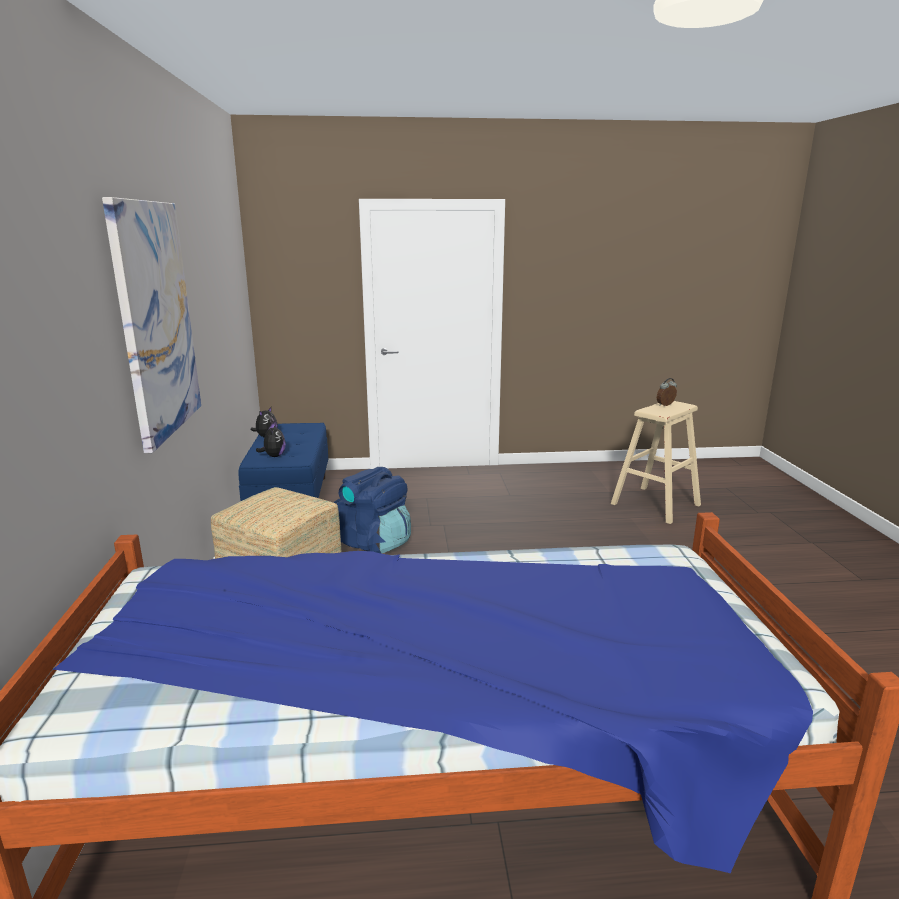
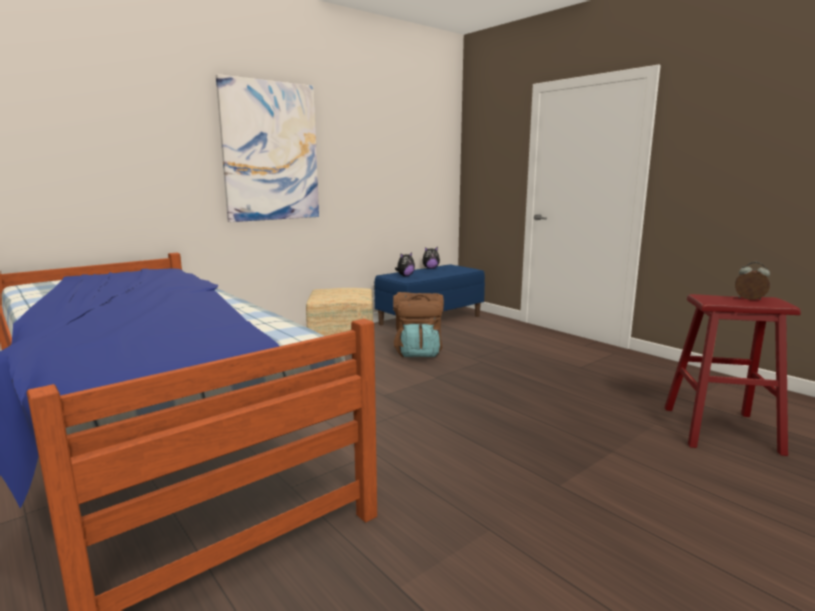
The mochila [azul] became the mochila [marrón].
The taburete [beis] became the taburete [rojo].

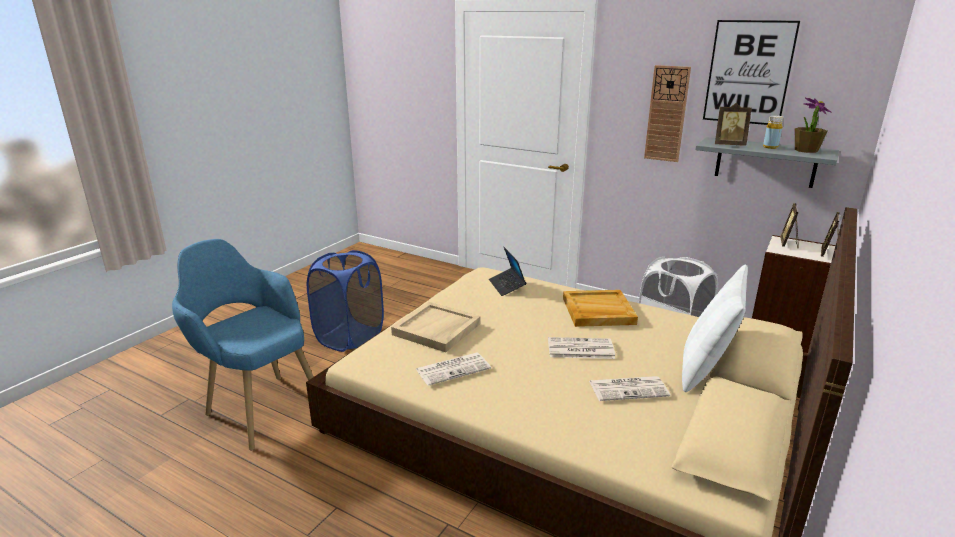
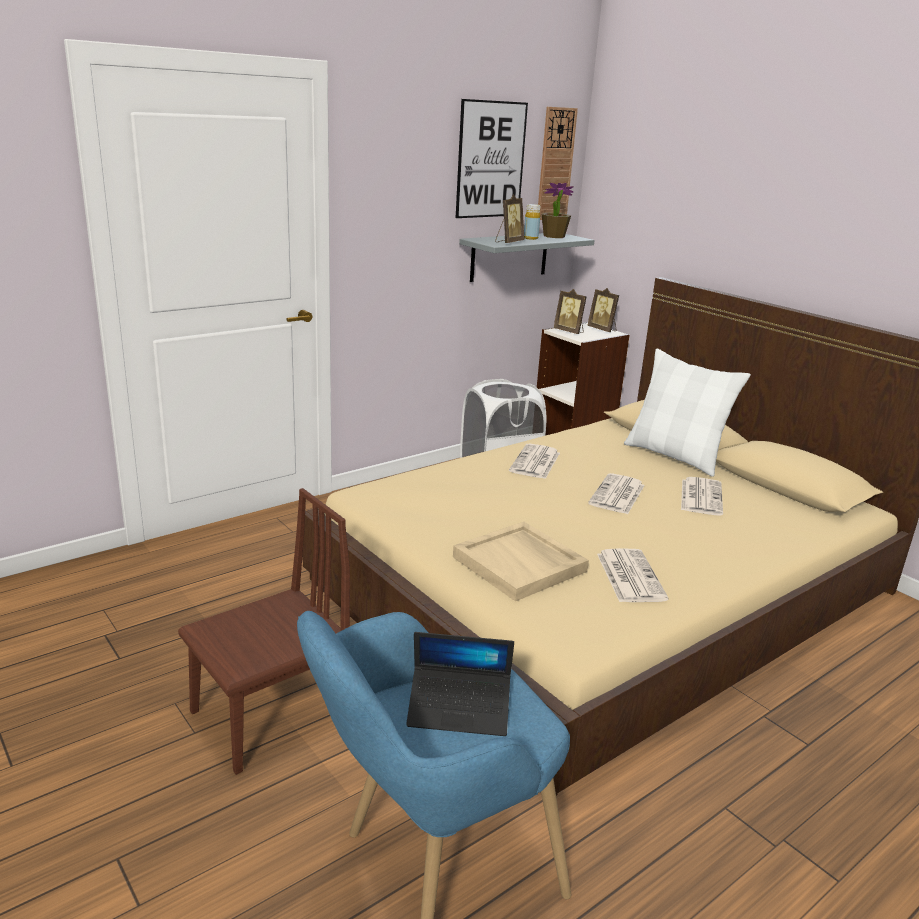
The portátil moved.
The reloj de pared moved.
The cesto de la ropa [azul] was replaced by the silla [marrón].
The bandeja [beis] (2nd from left) was replaced by the periódico (1st from left).

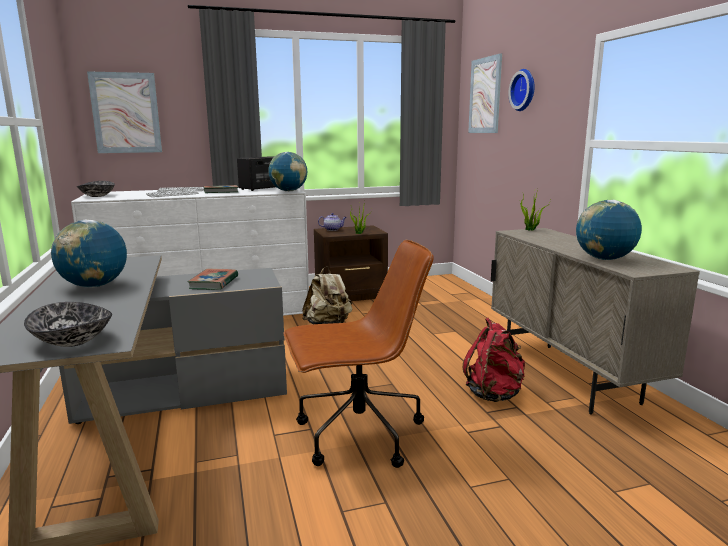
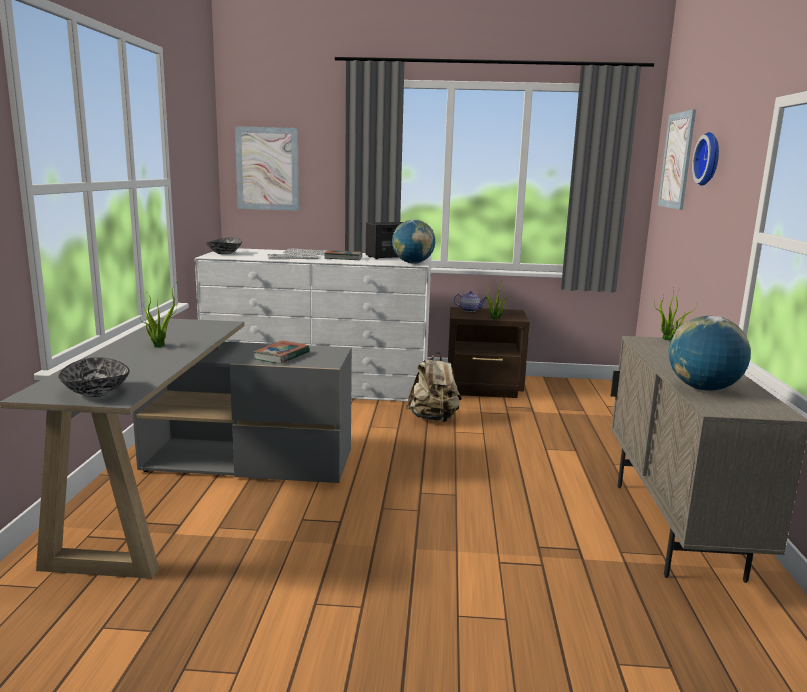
The silla de oficina [marrón] disappeared.
The mochila [rojo] disappeared.
The globo terráqueo (1st from left) was replaced by the planta en maceta (1st from left).

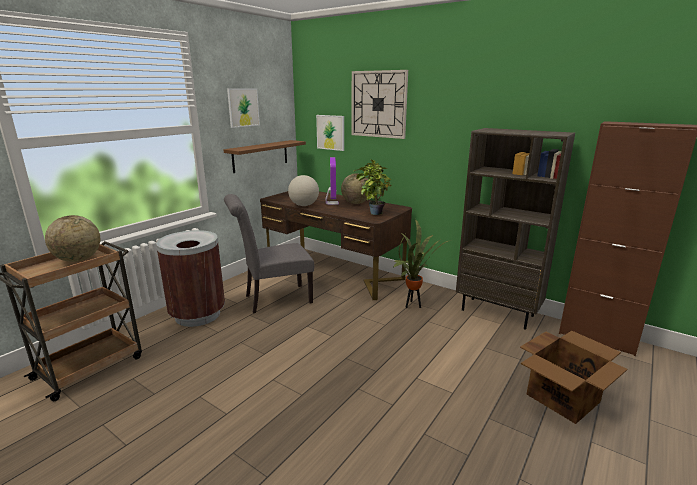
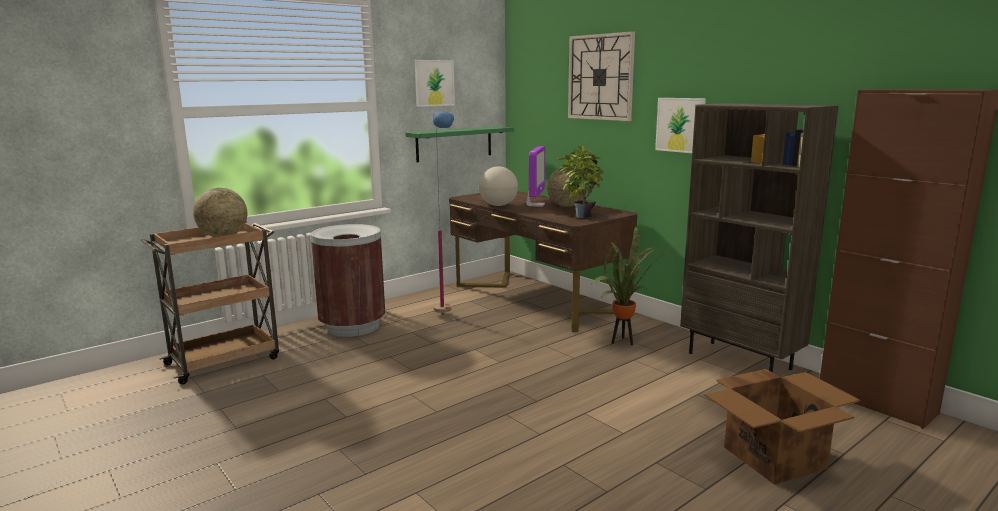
The cuadro (2nd from left) moved.
The silla [gris] was replaced by the lámpara de pie [azul].
The estante [marrón] became the estante [verde].

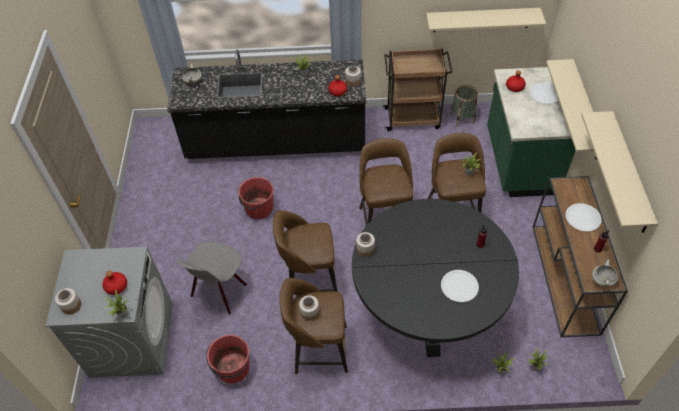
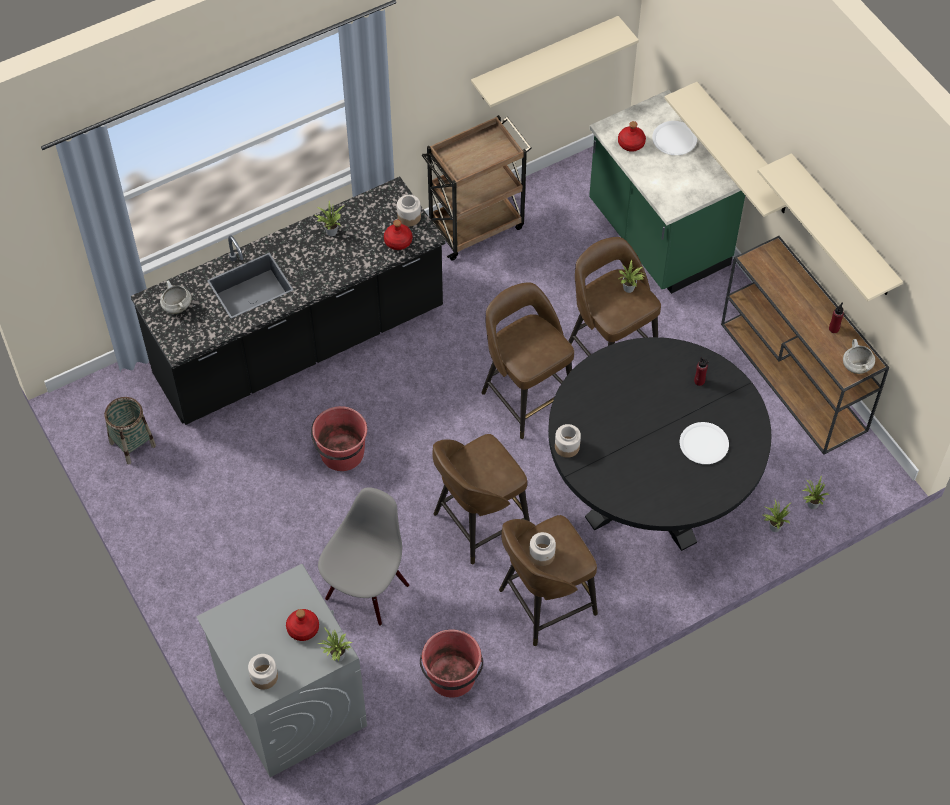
The plato [blanco] (3rd from left) disappeared.
The cesta moved.
The silla [gris] turned 150 degrees counterclockwise.

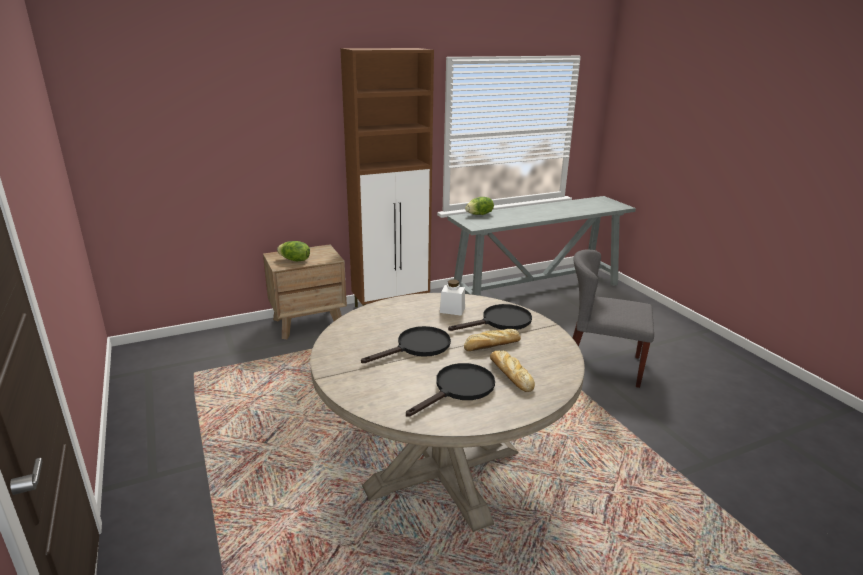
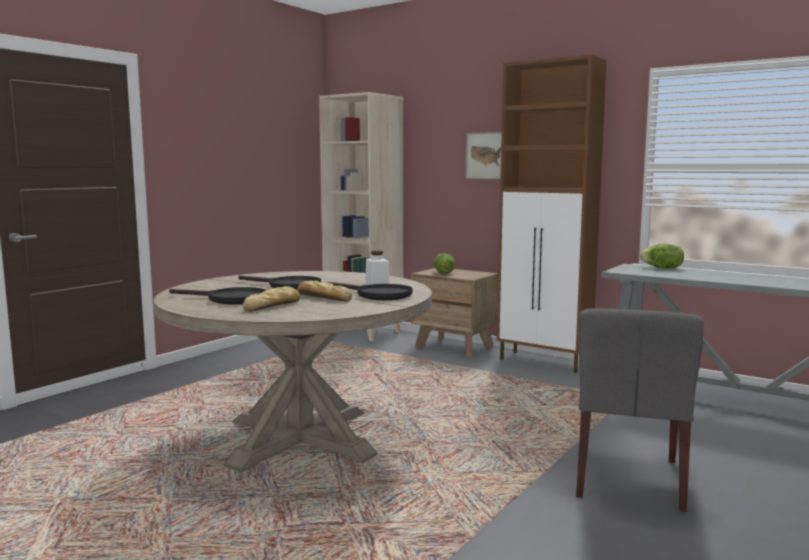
The estantería [beis] appeared.
The cuadro appeared.
The silla [gris] turned 150 degrees counterclockwise.

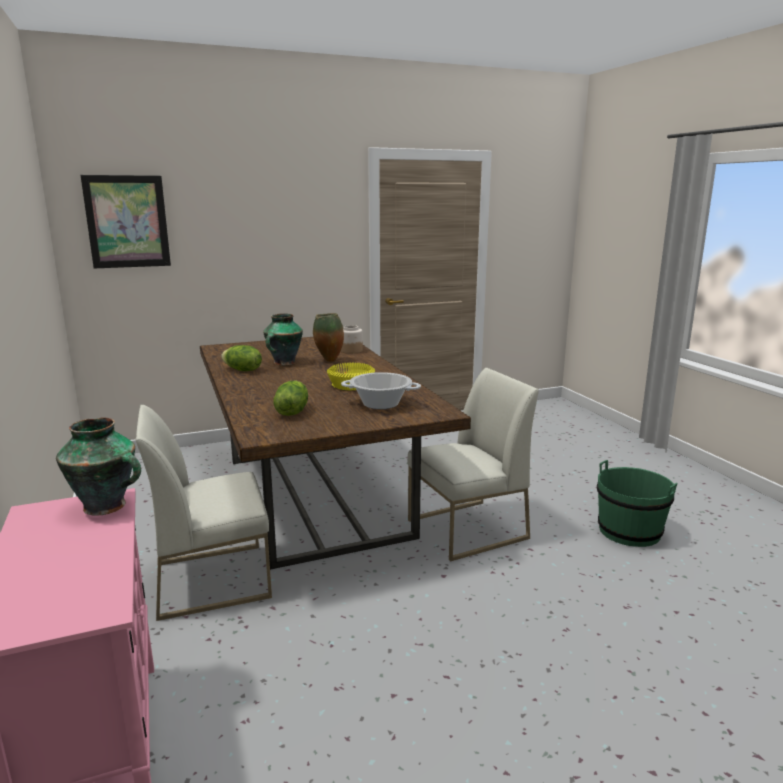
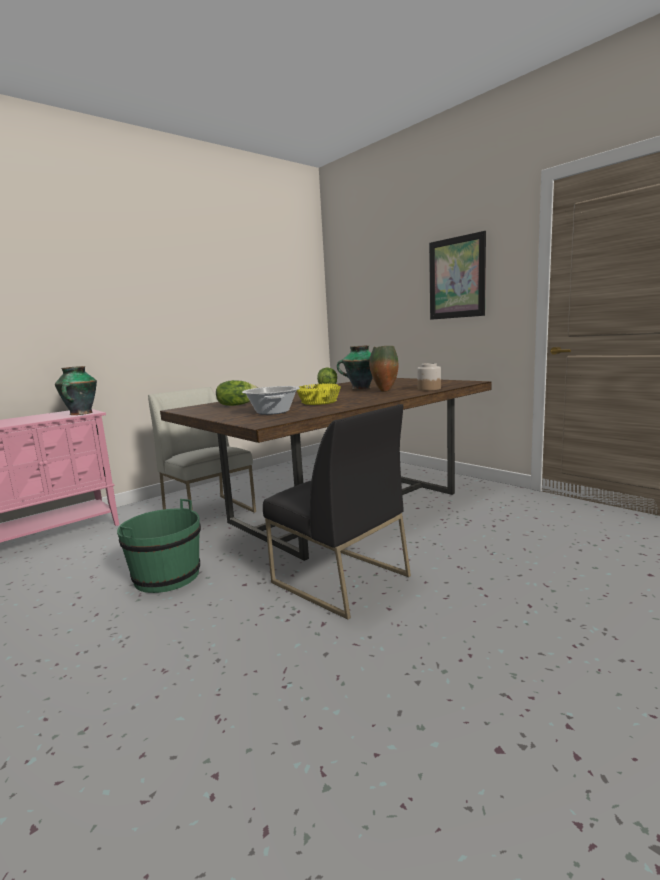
The cuadro moved.
The cubo [verde] moved.
The silla [blanco] (2nd from left) became the silla [negro].

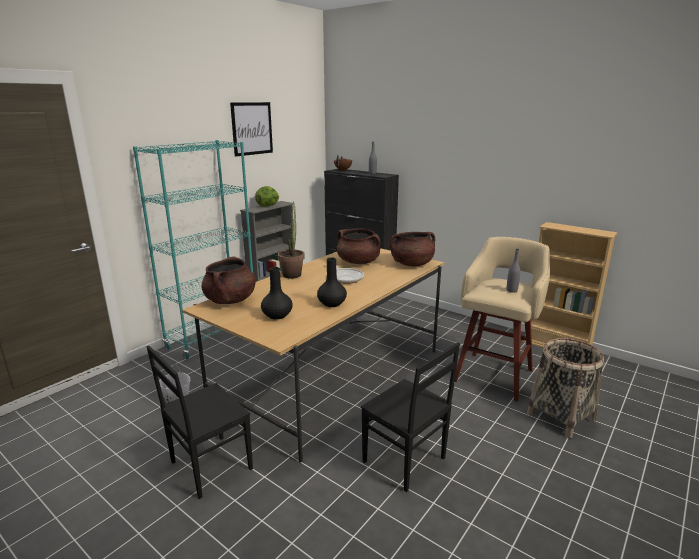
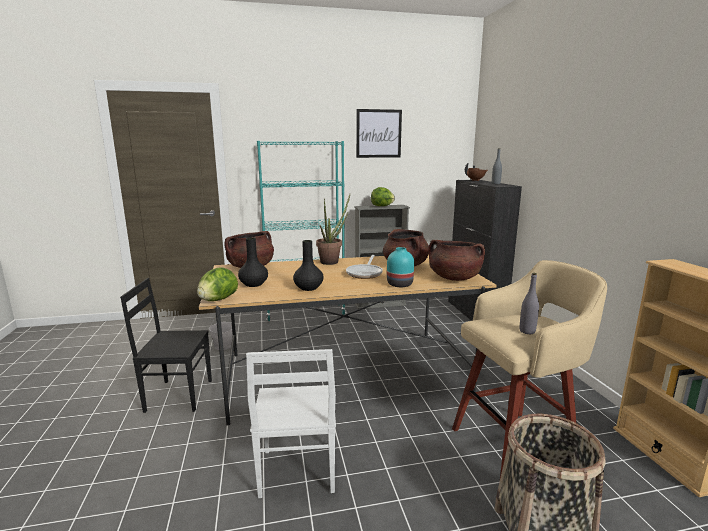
The lechuga (1st from left) appeared.
The florero [turquesa] appeared.
The silla [negro] (2nd from left) became the silla [blanco].

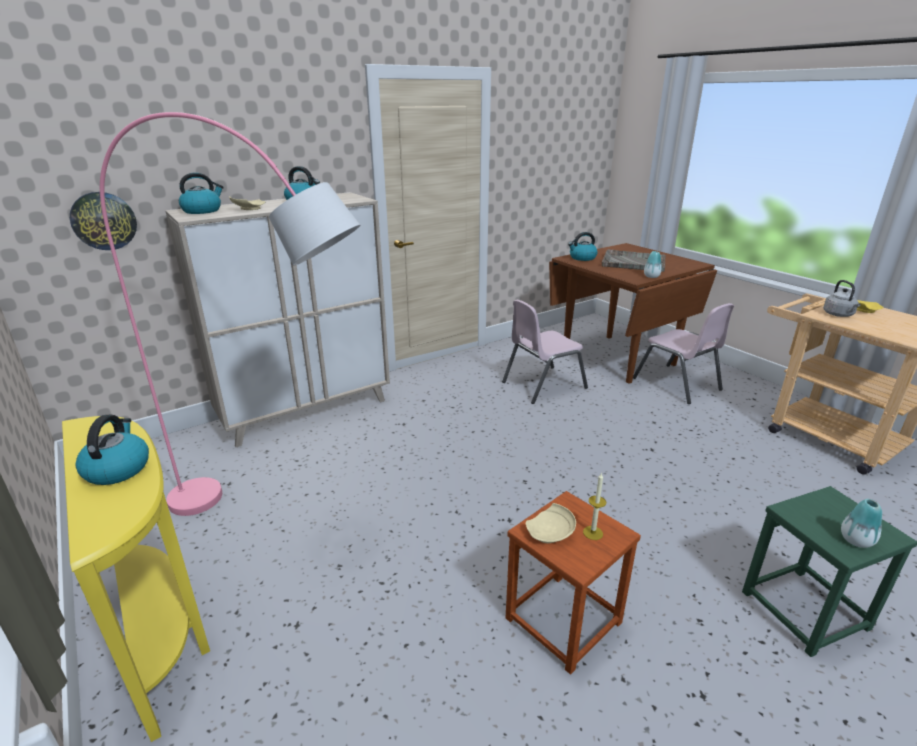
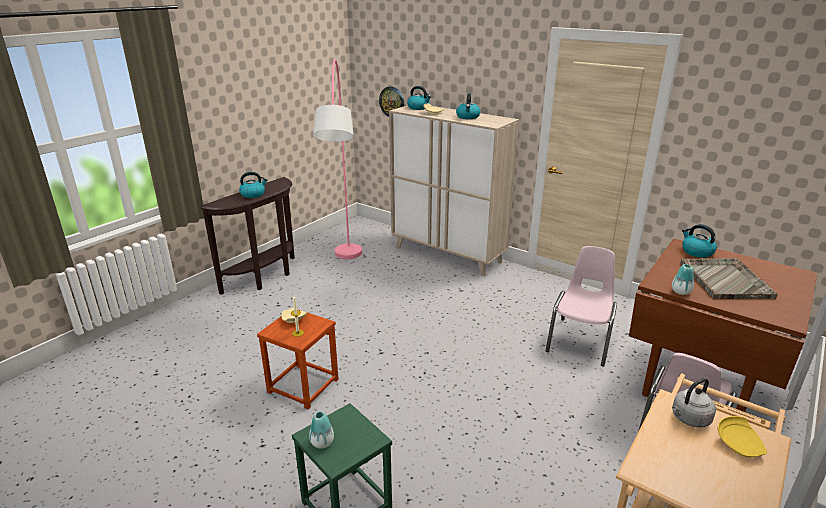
The mesa consola [amarillo] became the mesa consola [marrón].
The silla [rosa] (1st from left) turned 75 degrees clockwise.

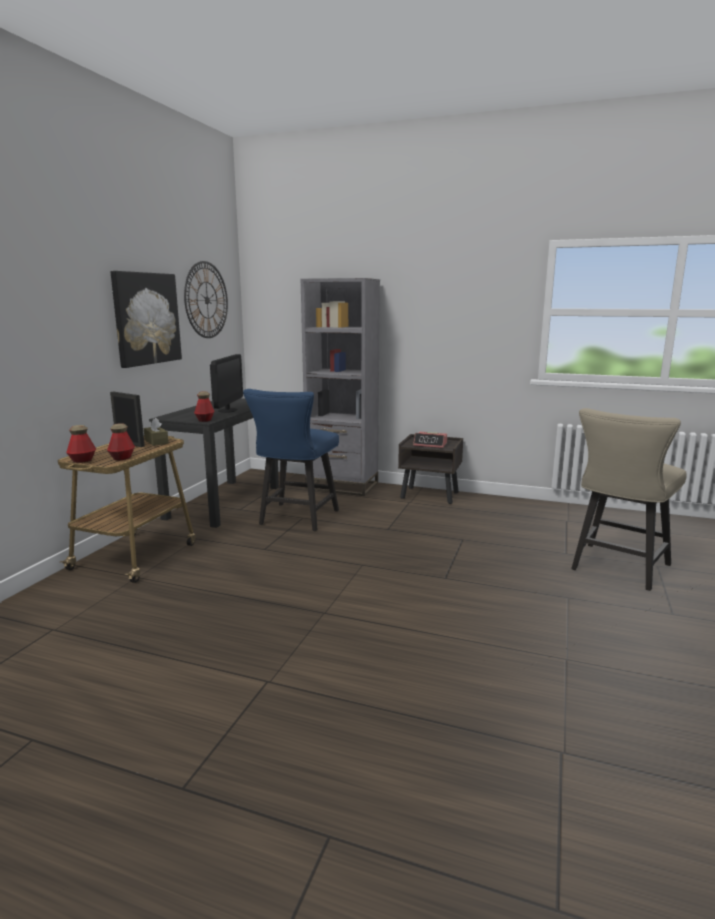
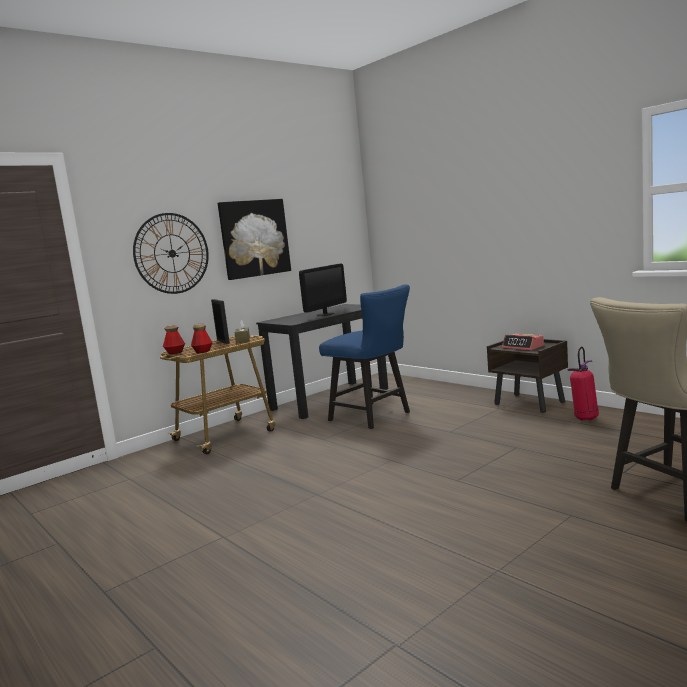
The botella (3rd from left) disappeared.
The estantería [gris] disappeared.
The extintor appeared.
The reloj de pared moved.
The silla [azul] turned 90 degrees counterclockwise.

